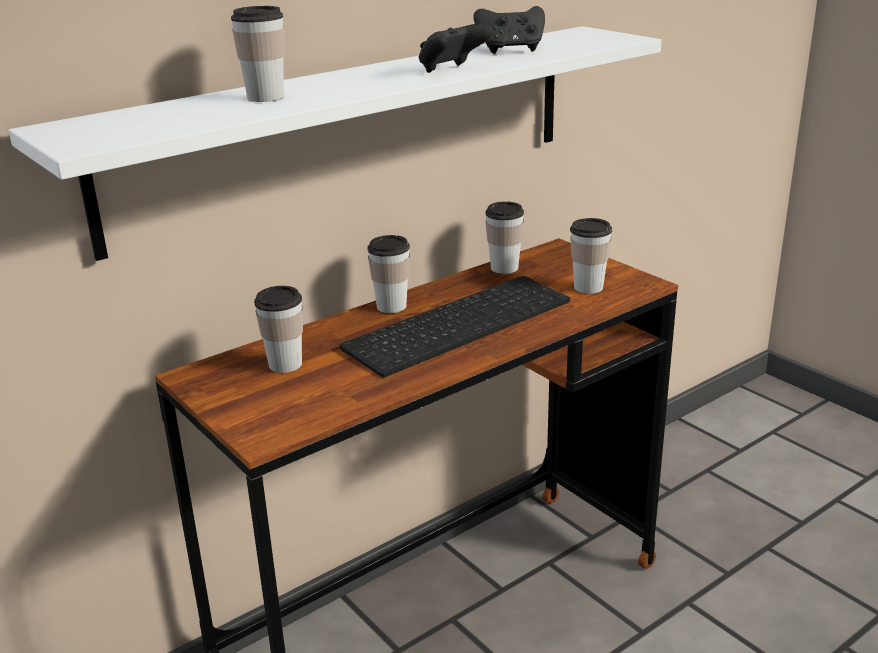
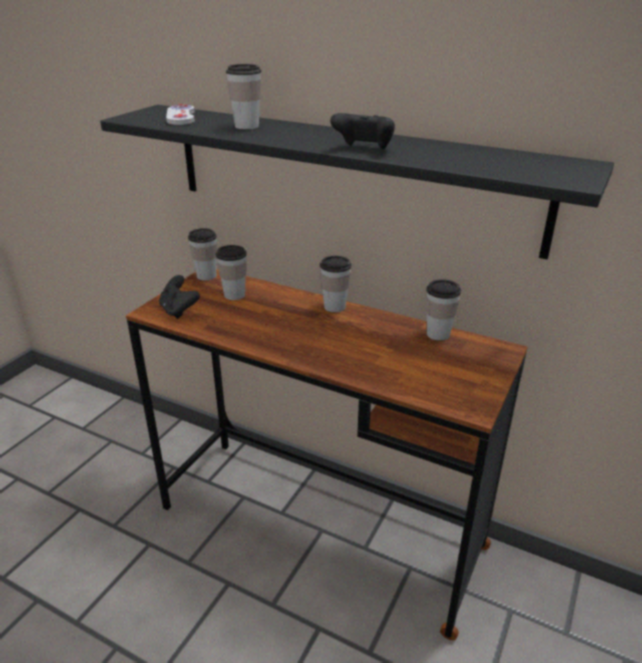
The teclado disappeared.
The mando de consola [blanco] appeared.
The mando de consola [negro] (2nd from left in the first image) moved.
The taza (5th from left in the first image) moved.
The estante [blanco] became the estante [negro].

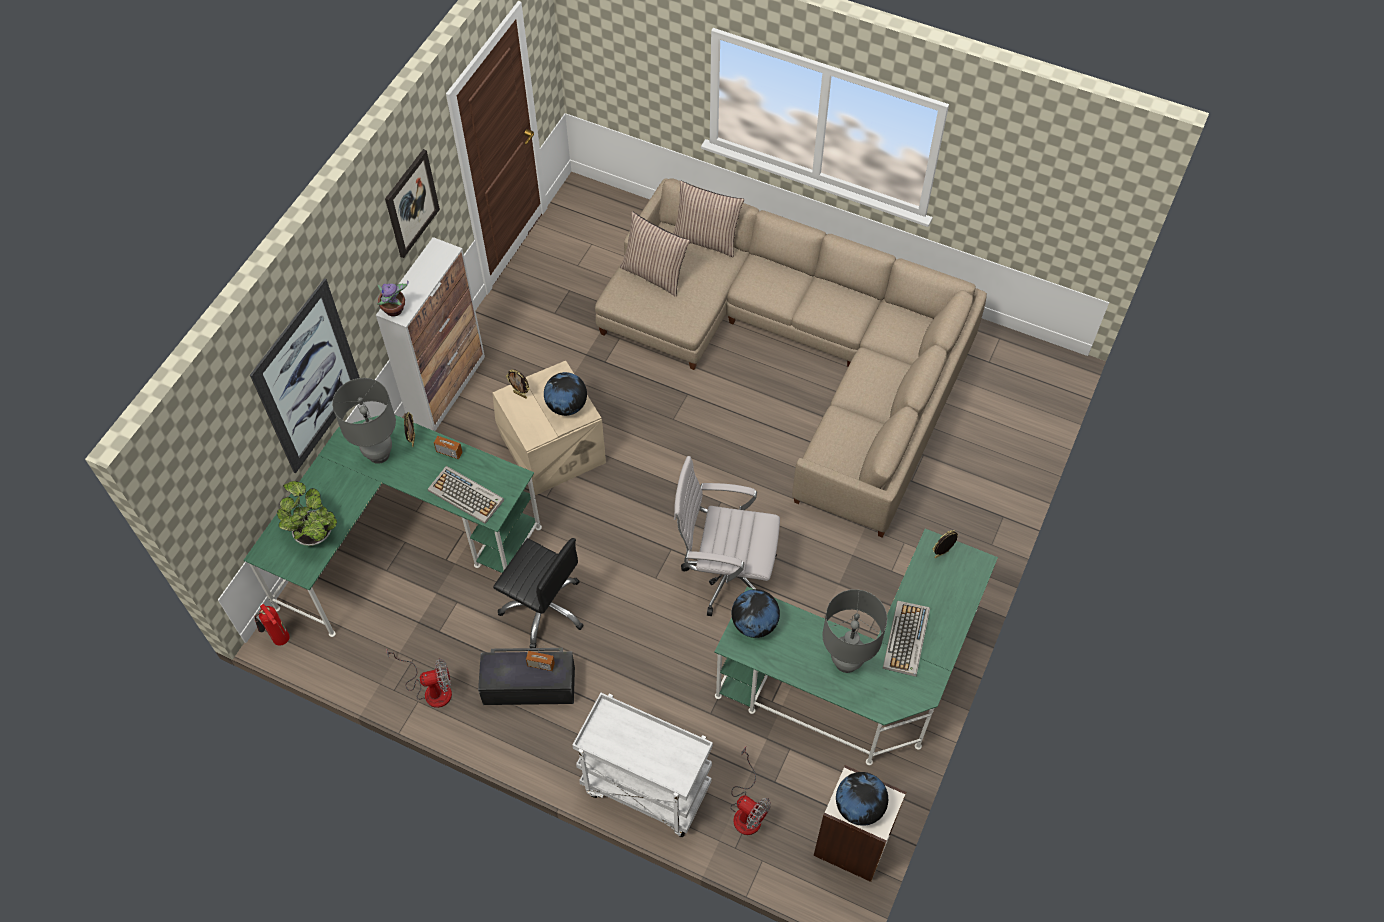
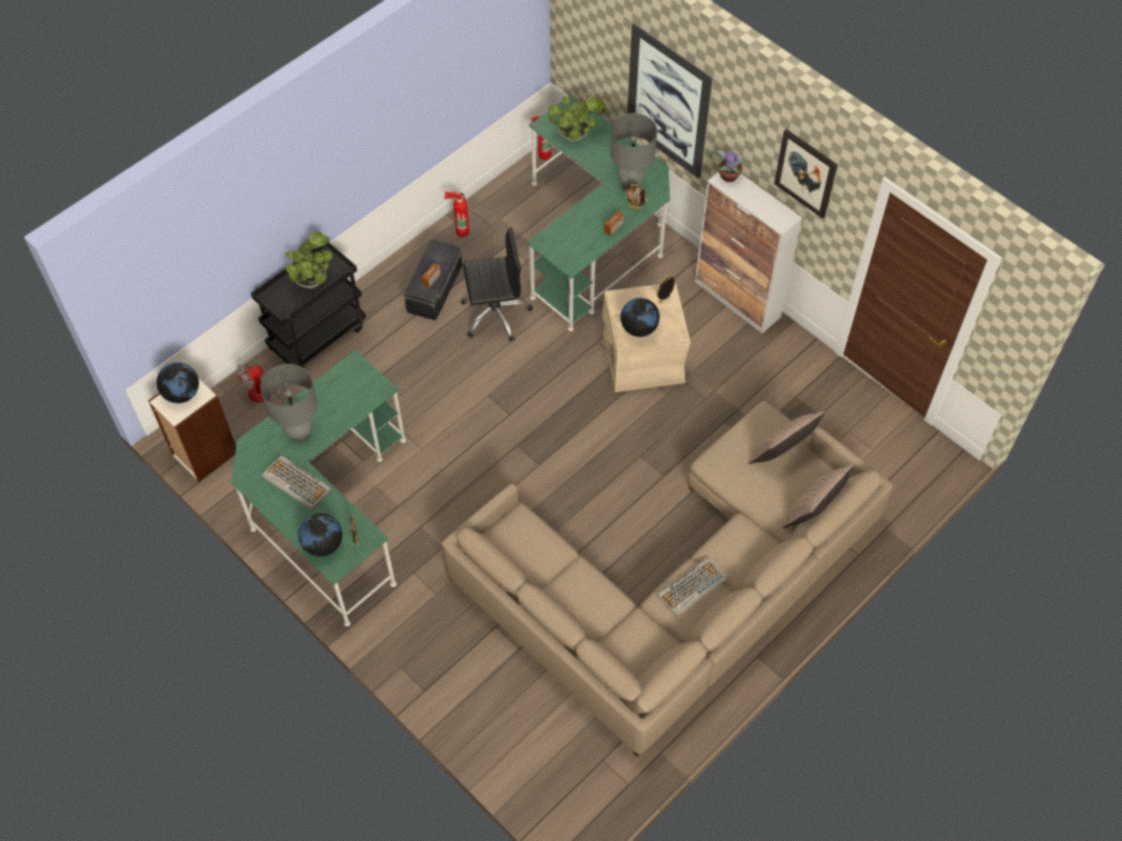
The silla de oficina [blanco] disappeared.
The planta en maceta (1st from left) appeared.
The teclado (1st from left in the first image) moved.
The globo terráqueo (2nd from left) moved.
The ventilador (1st from left) was replaced by the extintor (1st from left).
The carrito [blanco] became the carrito [negro].
The silla de oficina [negro] turned 150 degrees counterclockwise.

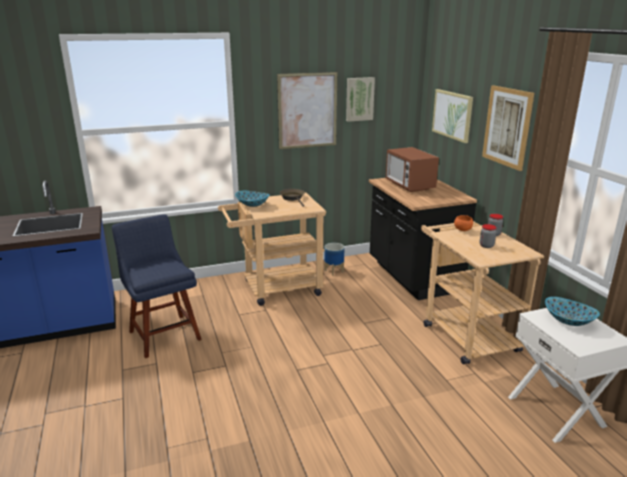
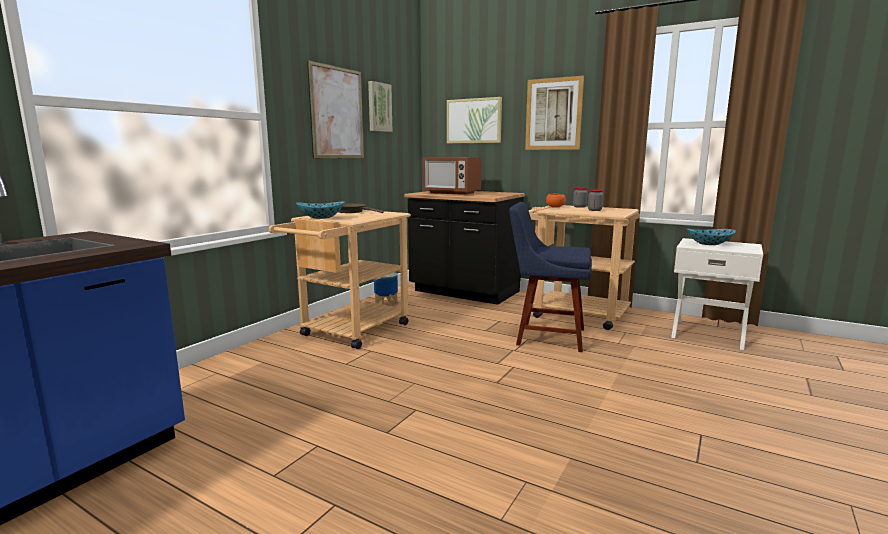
The silla [azul] moved.

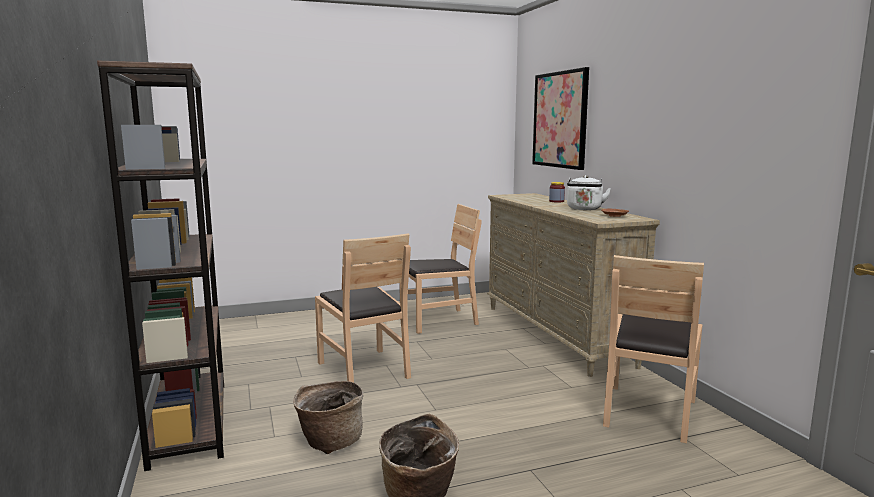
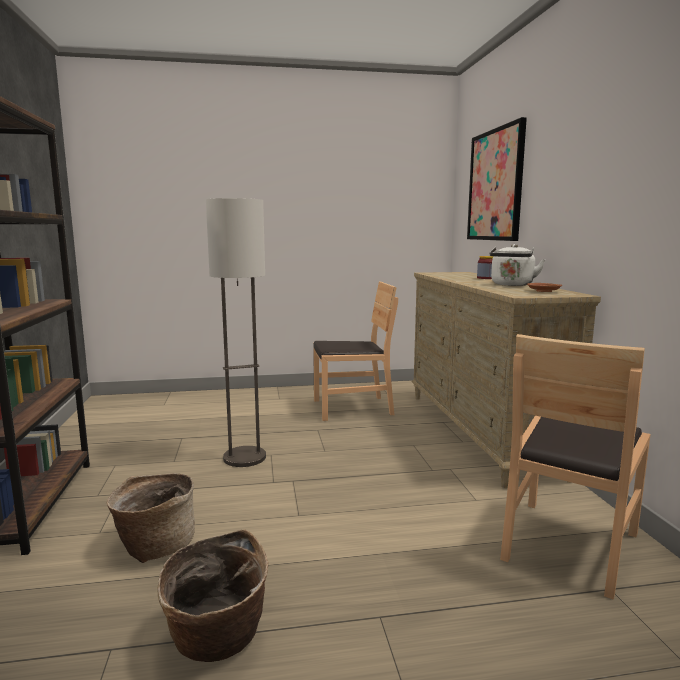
The silla [marrón] (1st from left) was replaced by the lámpara de pie.

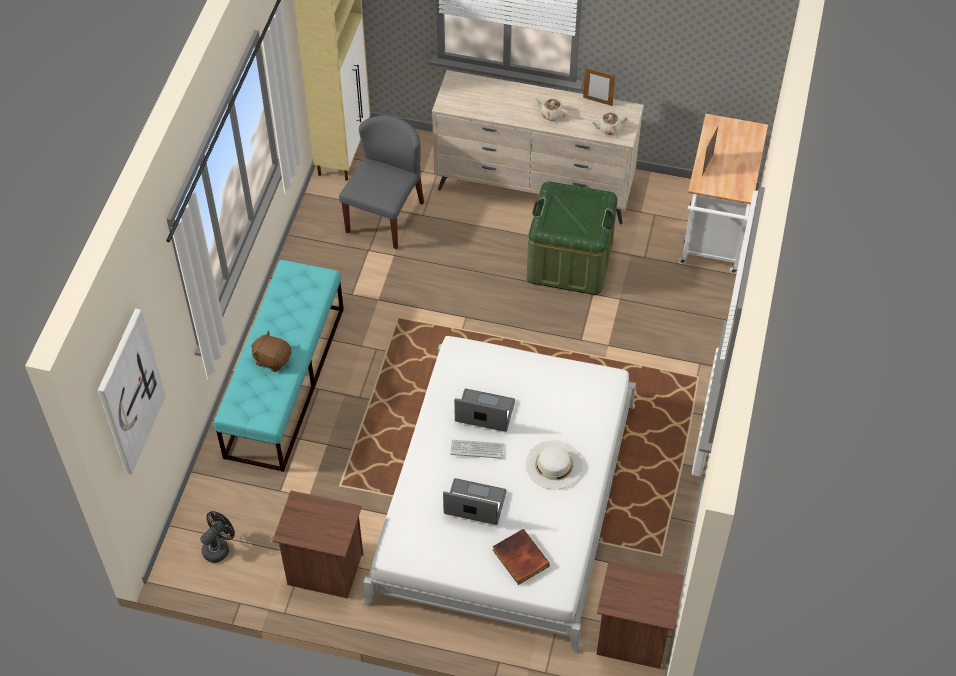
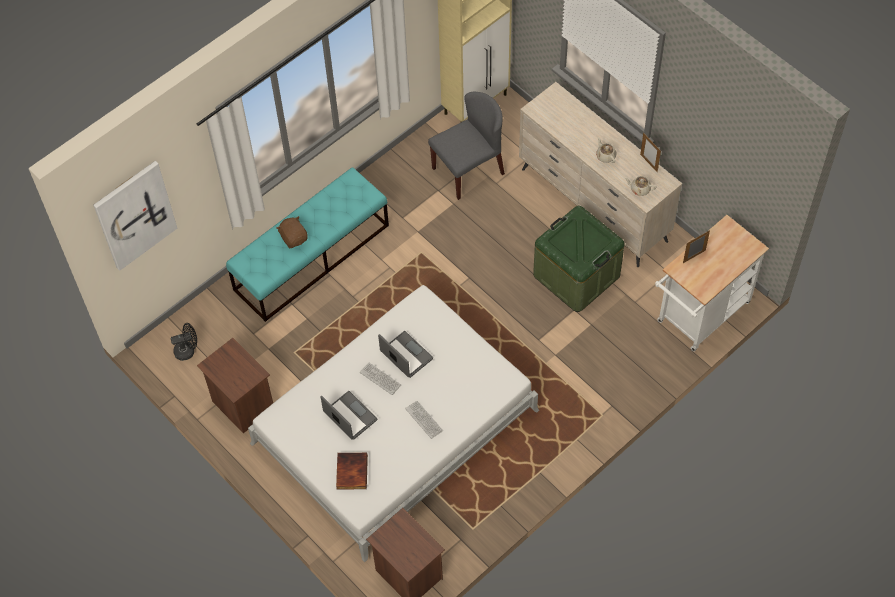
The sombrero [blanco] was replaced by the teclado (2nd from left).

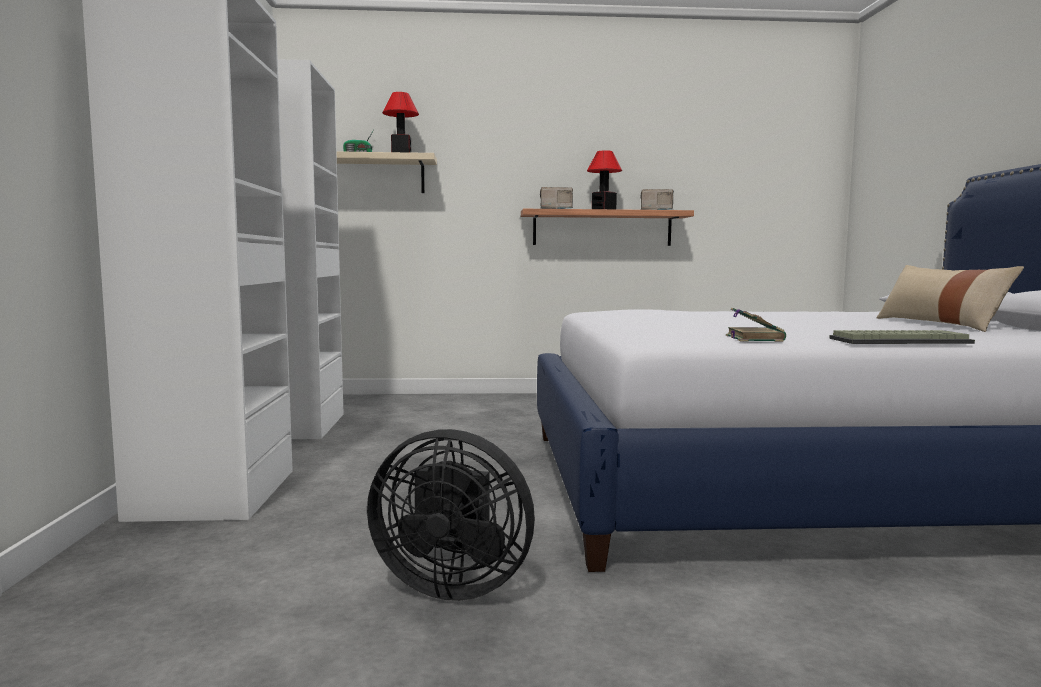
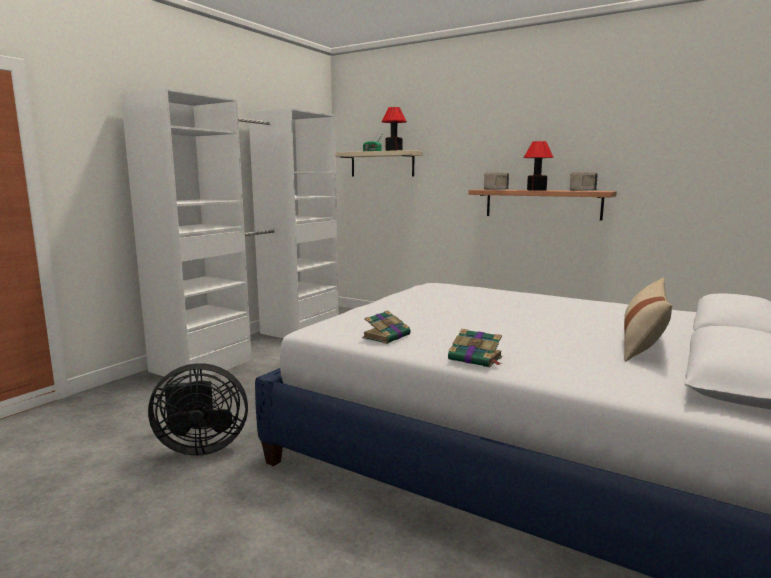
The teclado was replaced by the libro (2nd from left).
The ventilador [negro] turned 60 degrees counterclockwise.

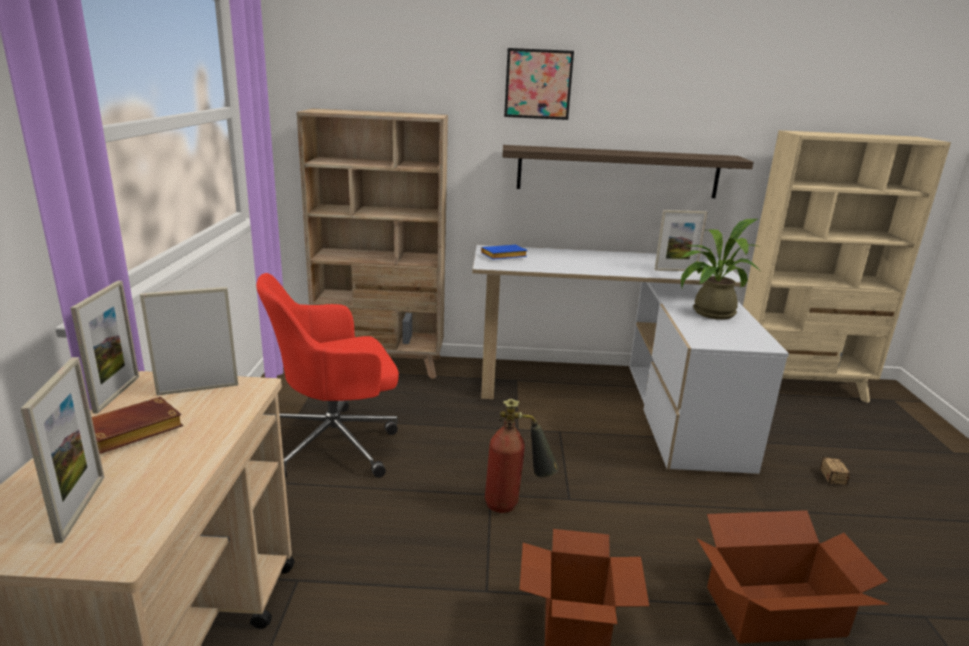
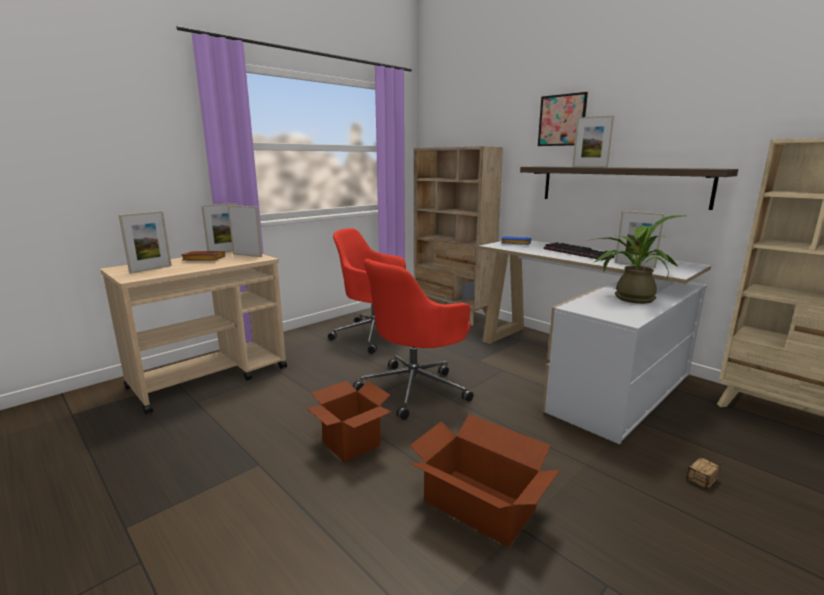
The teclado appeared.
The portarretratos (4th from left) appeared.
The extintor was replaced by the silla de oficina [rojo] (2nd from left).

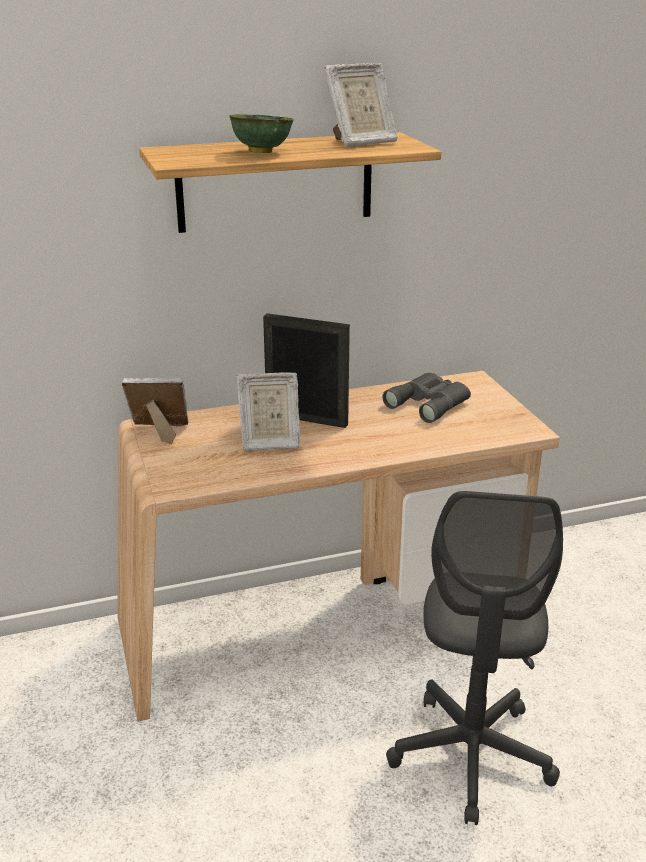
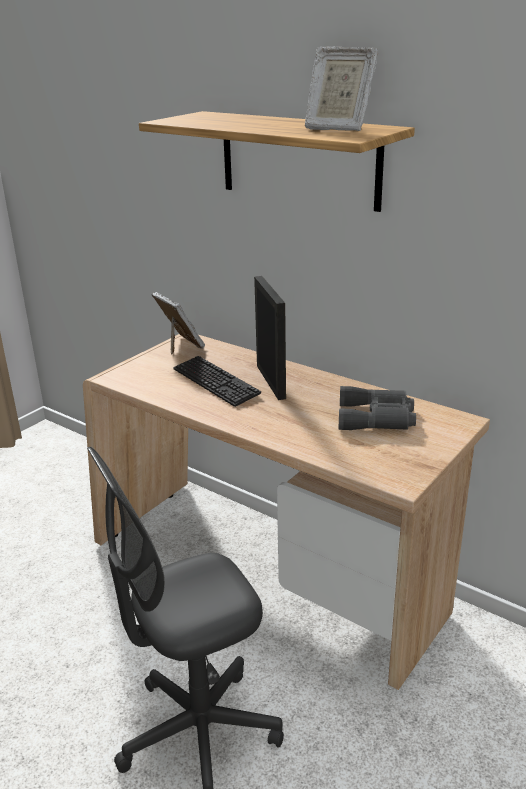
The cuenco [verde] disappeared.
The portarretratos (2nd from left) was replaced by the teclado.

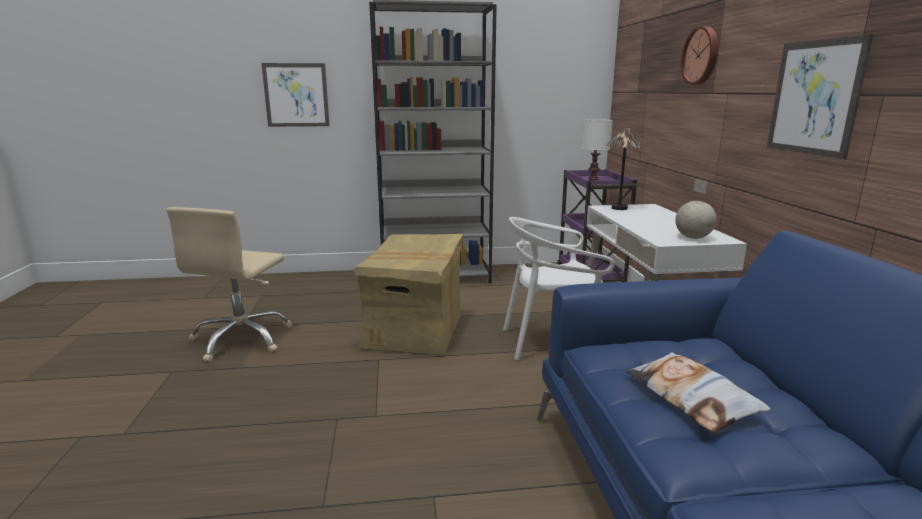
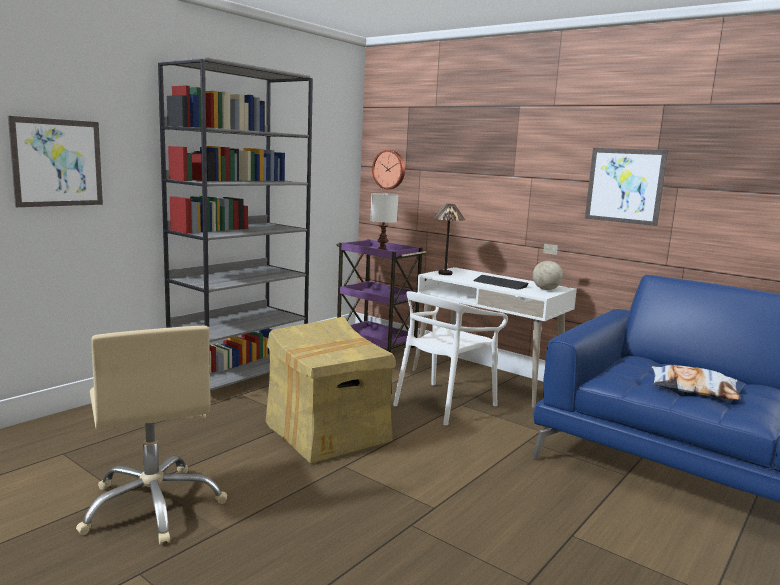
The teclado appeared.
The reloj de pared moved.

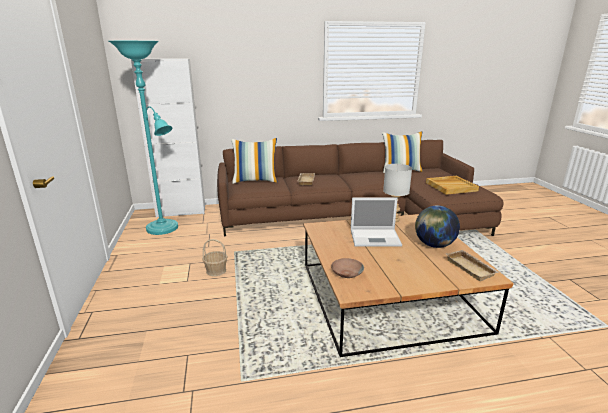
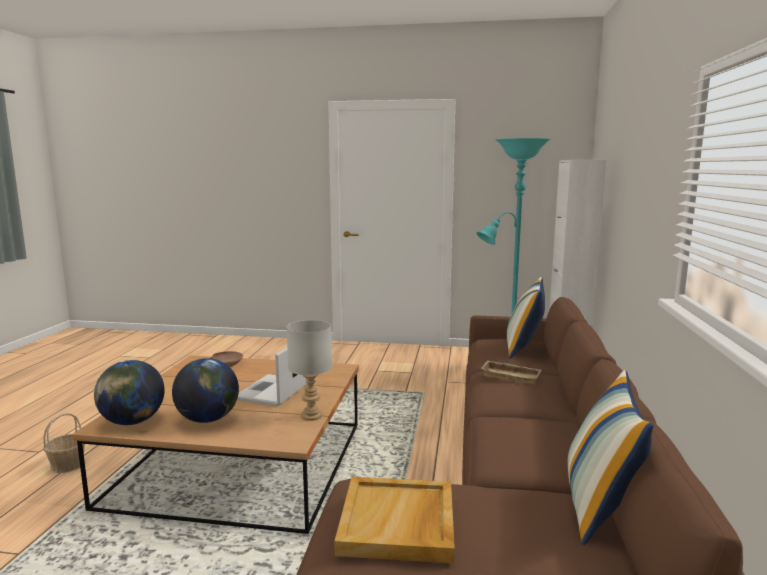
The cesta moved.
The bandeja [beis] (3rd from left) was replaced by the globo terráqueo (1st from left).

